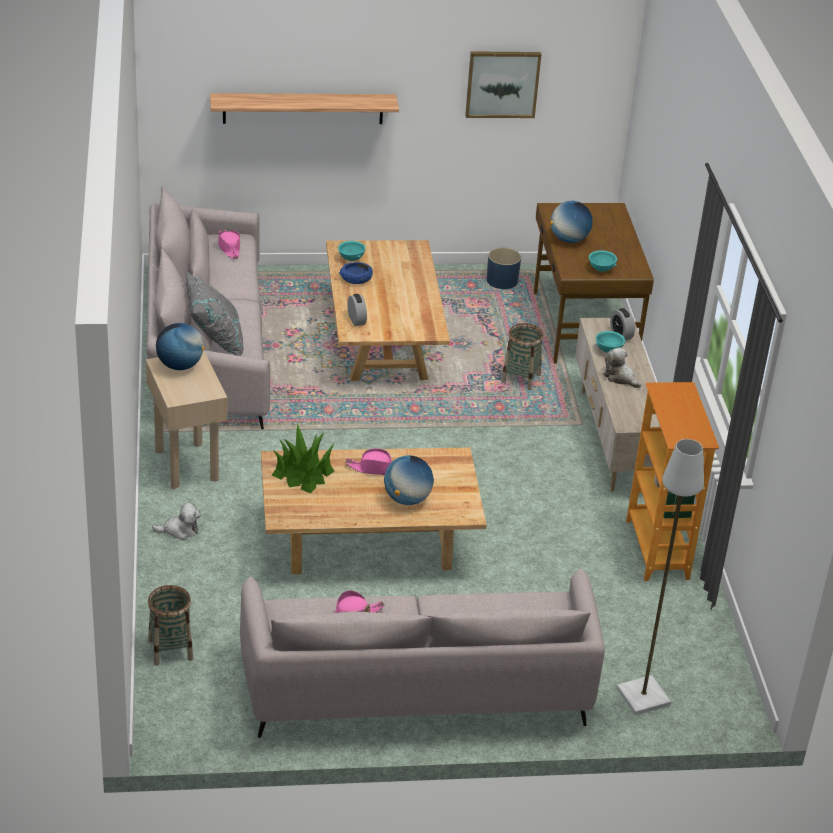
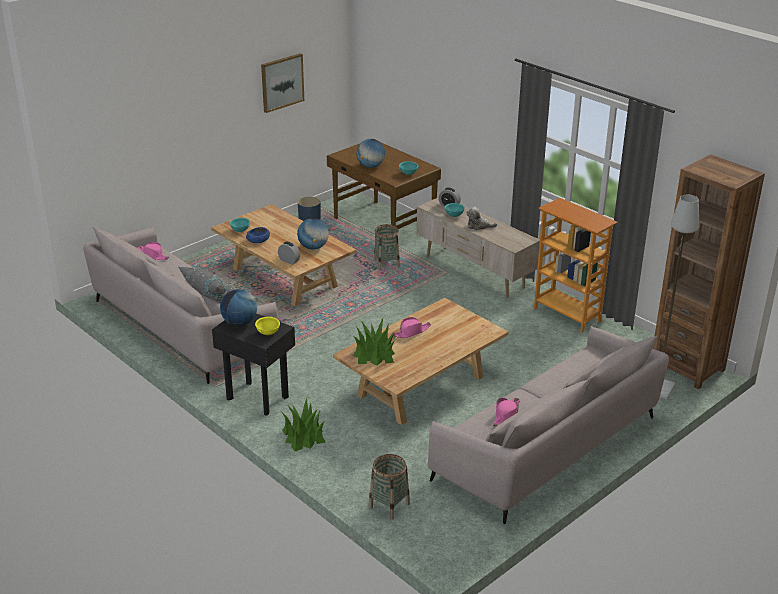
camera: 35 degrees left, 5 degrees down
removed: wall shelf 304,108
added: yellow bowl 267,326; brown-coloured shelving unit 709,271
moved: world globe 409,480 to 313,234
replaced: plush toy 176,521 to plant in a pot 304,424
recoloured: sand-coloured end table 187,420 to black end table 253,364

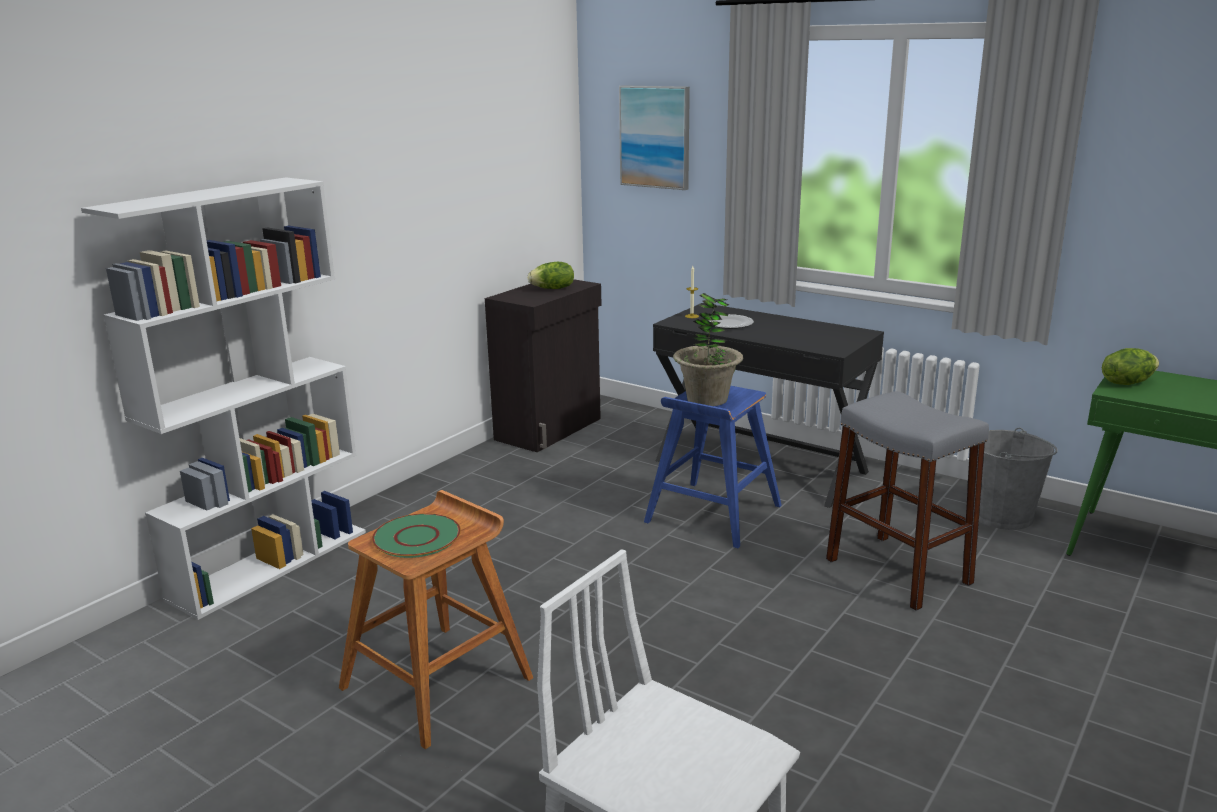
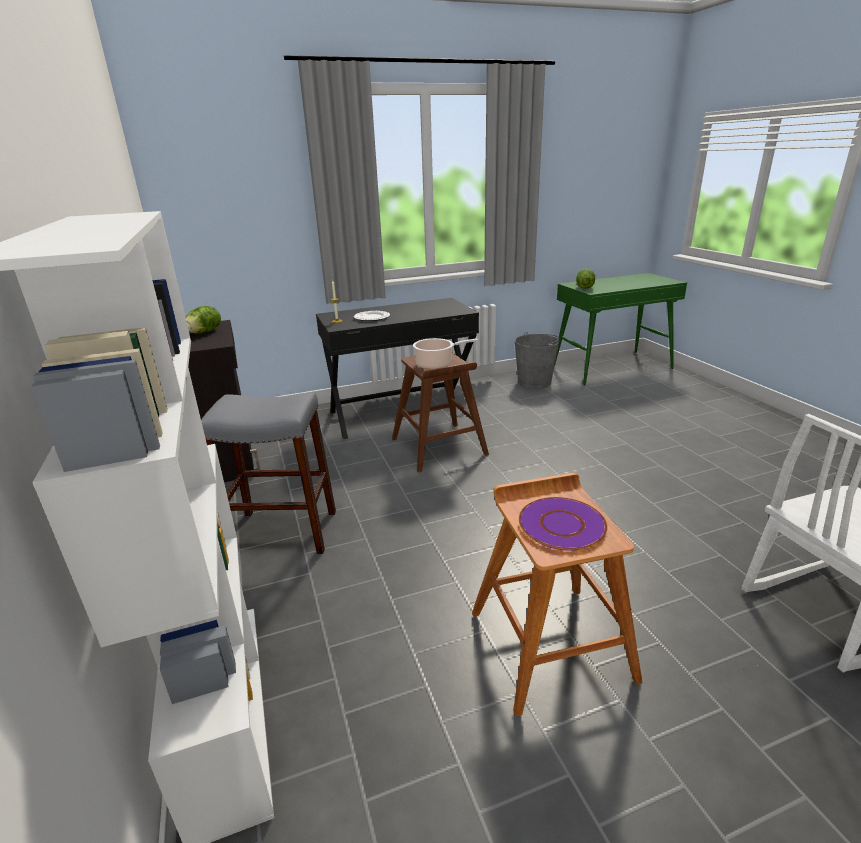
camera: 55 degrees left, 5 degrees up
removed: wall picture 654,137
moved: greyish stool seat 907,501 to 268,473
replaced: plant in a pot 708,349 to cooking pot 445,354
recoloured: blue stool seat 713,467 to brown-coloured stool seat 440,413; greenish flat dish 416,535 to purplish flat dish 563,524

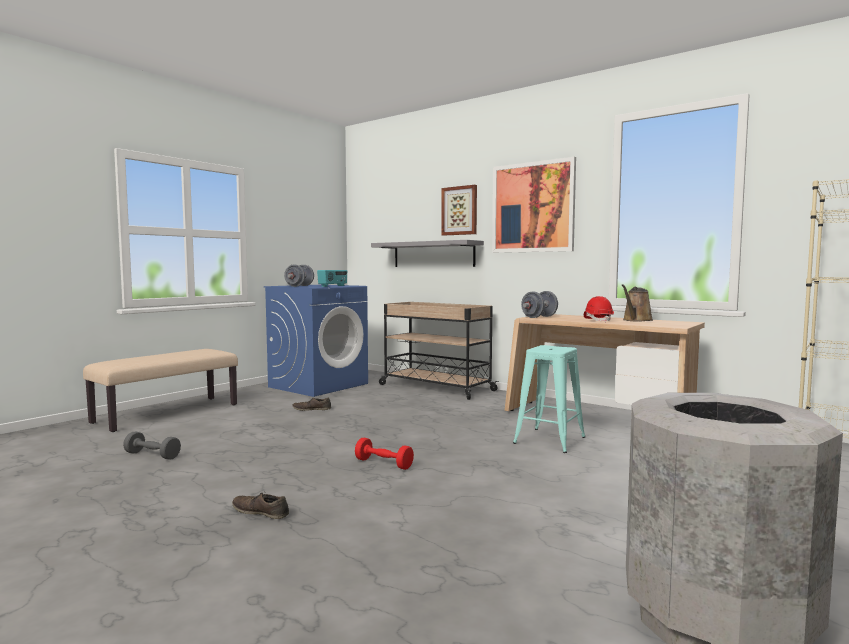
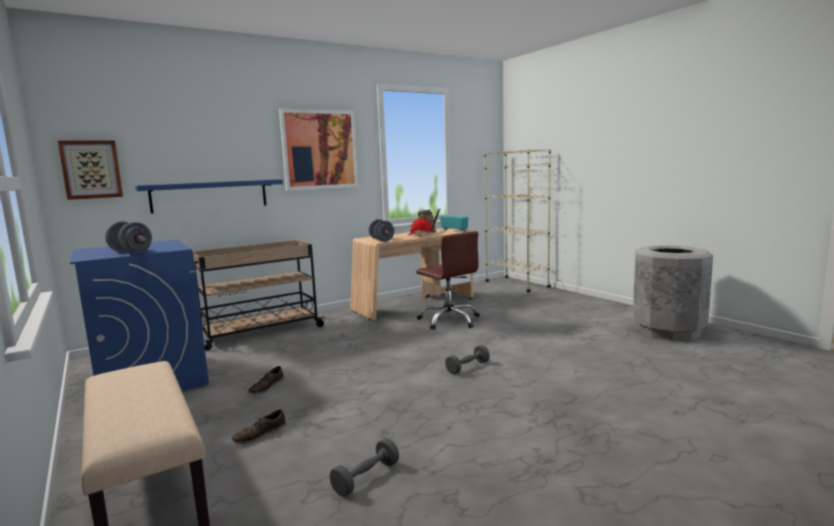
camera: 70 degrees left, 5 degrees up
moved: wall picture 459,210 to 90,170; brown-coloured item of footwear 260,506 to 259,426; radio set 332,278 to 454,223
replaced: turquoise stool seat 549,399 to brown-coloured office chair 448,280
recoloured: greyish wall shelf 427,253 to blue wall shelf 209,196; red-coloured hand weight 384,454 to greyish hand weight 467,359

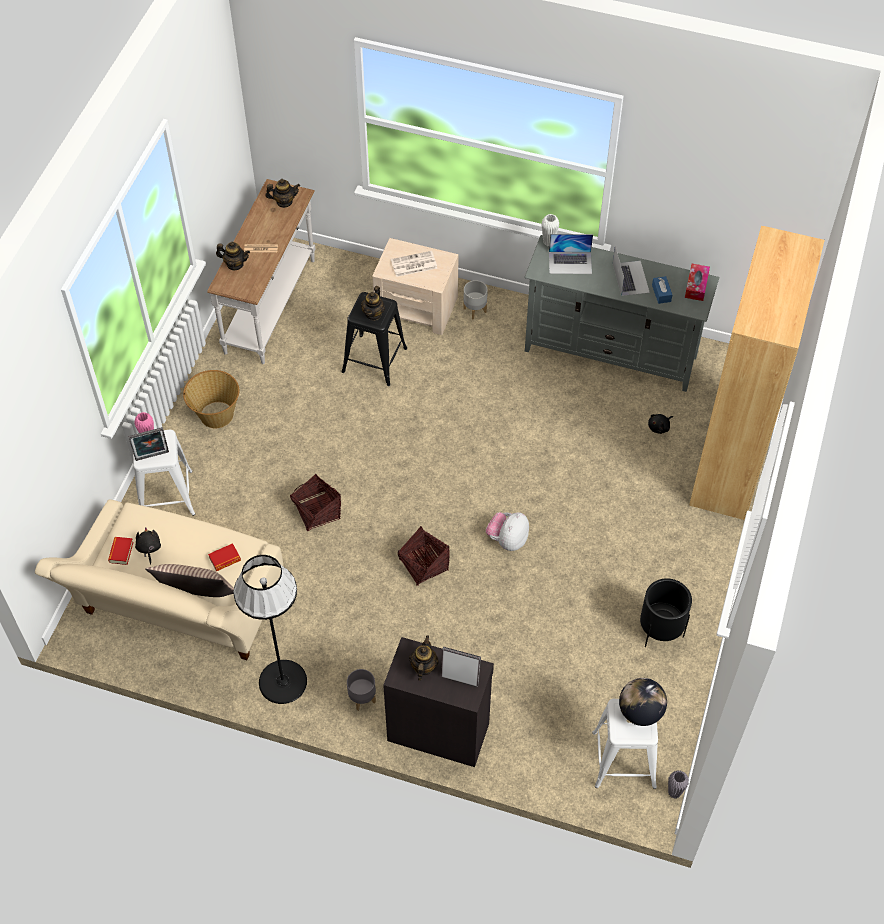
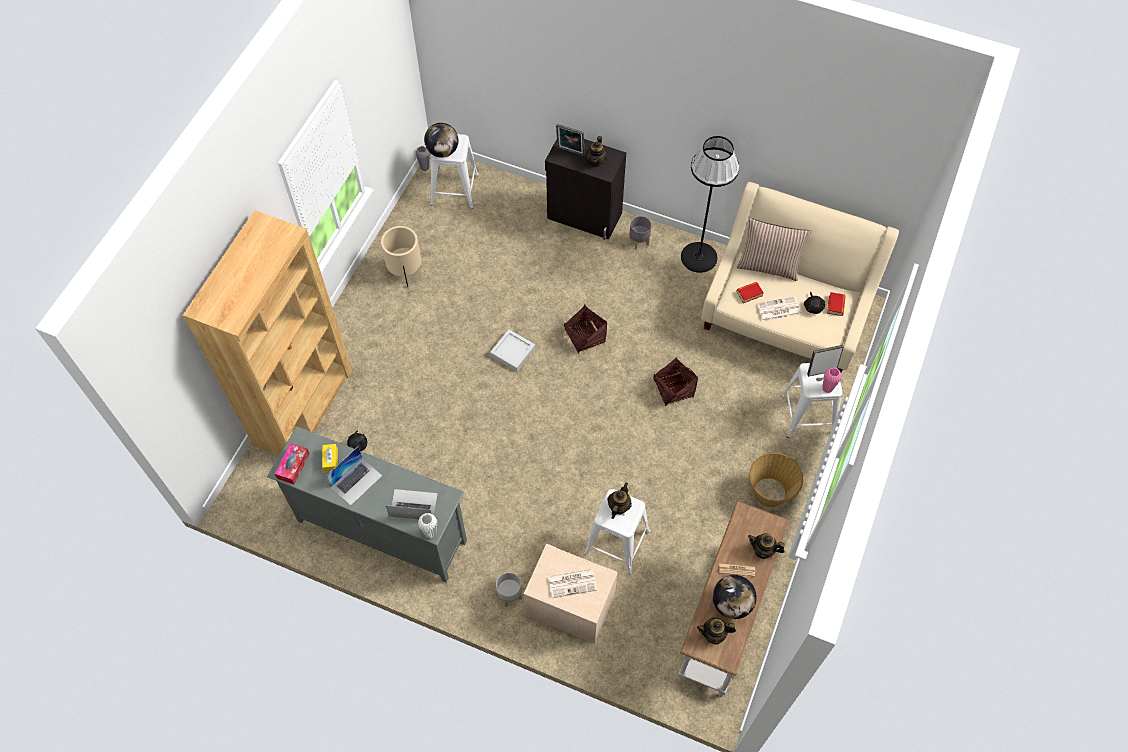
camera: 175 degrees left, 5 degrees up
added: world globe 735,597; newspaper 779,309
replaced: plush toy 507,531 to greyish carrying tray 512,350
recoloured: blue tissue holder 662,290 to yellow tissue holder 330,458; black planter 666,612 to sand-coloured planter 401,256; black stool seat 374,339 to whitish stool seat 617,531
turned: laptop 631,271 = 354,475 135 degrees counterclockwise

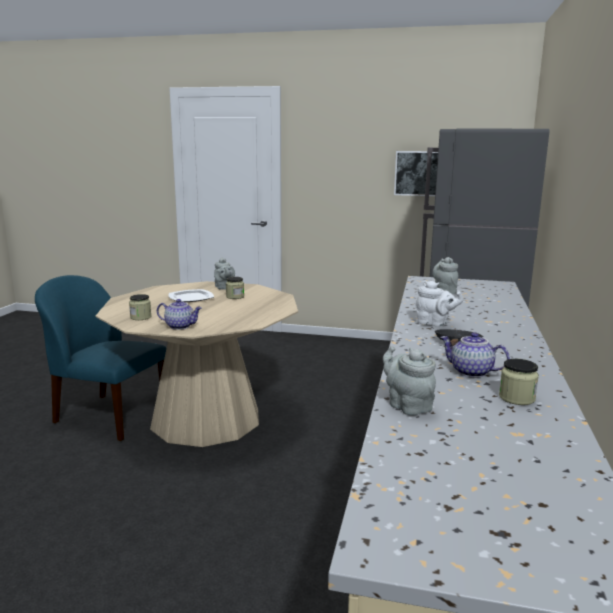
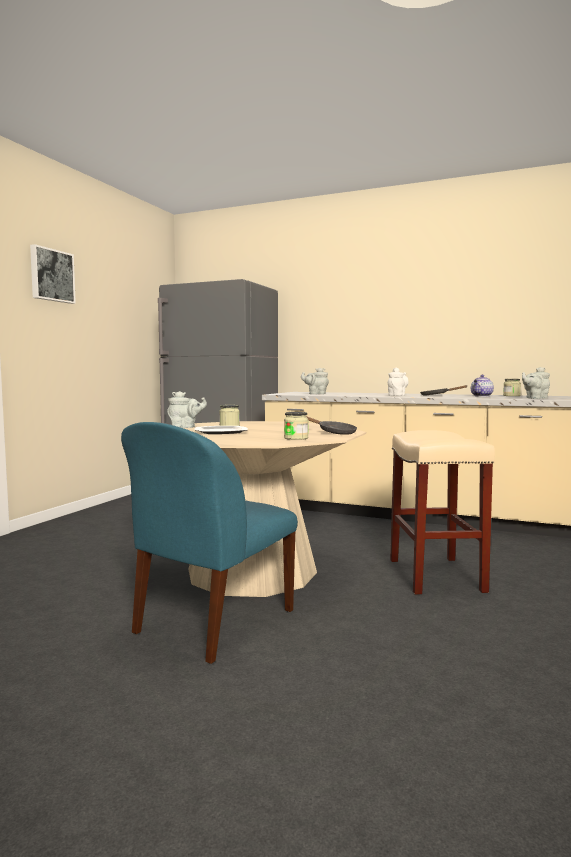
camera: 80 degrees left, 10 degrees down
added: sand-coloured stool seat 442,512
moved: wall picture 416,173 to 53,274
replaced: teapot 179,314 to black pan 331,425

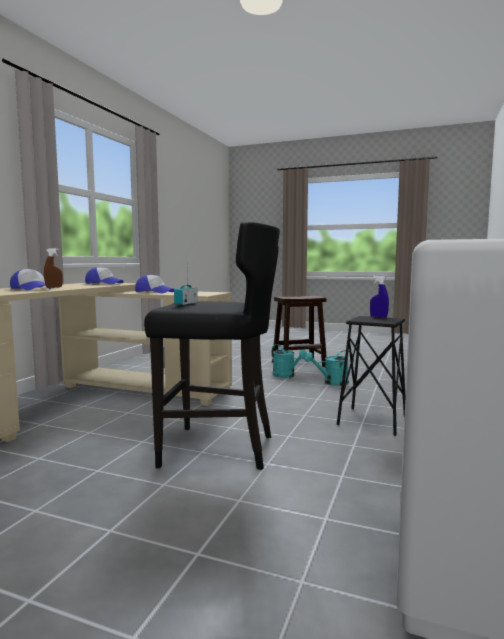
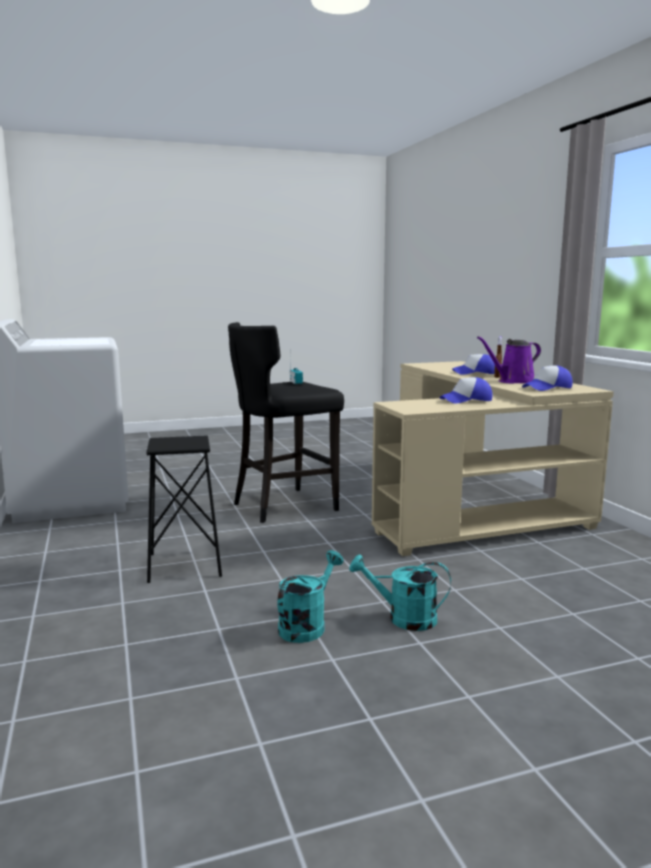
camera: 140 degrees right, 5 degrees up
removed: brown-coloured stool seat 299,331; blue hand sprayer 379,296
added: purplish watering pot 509,359

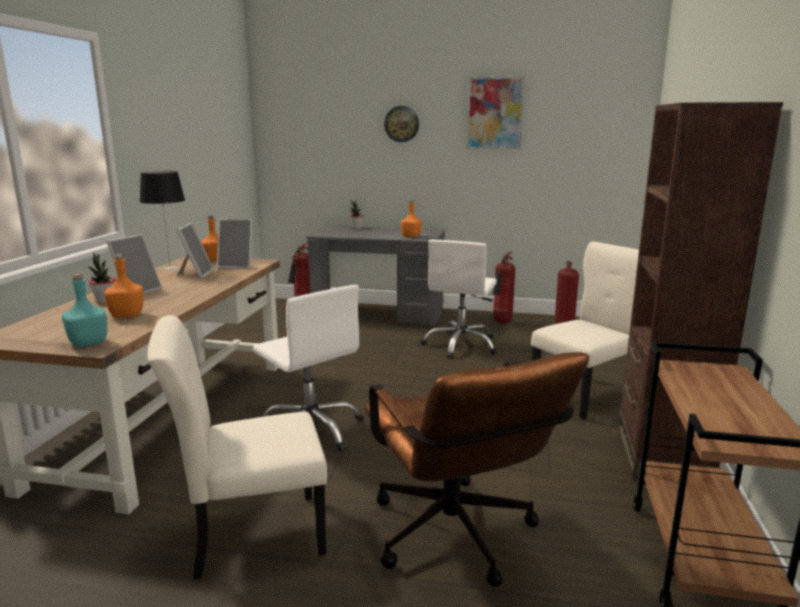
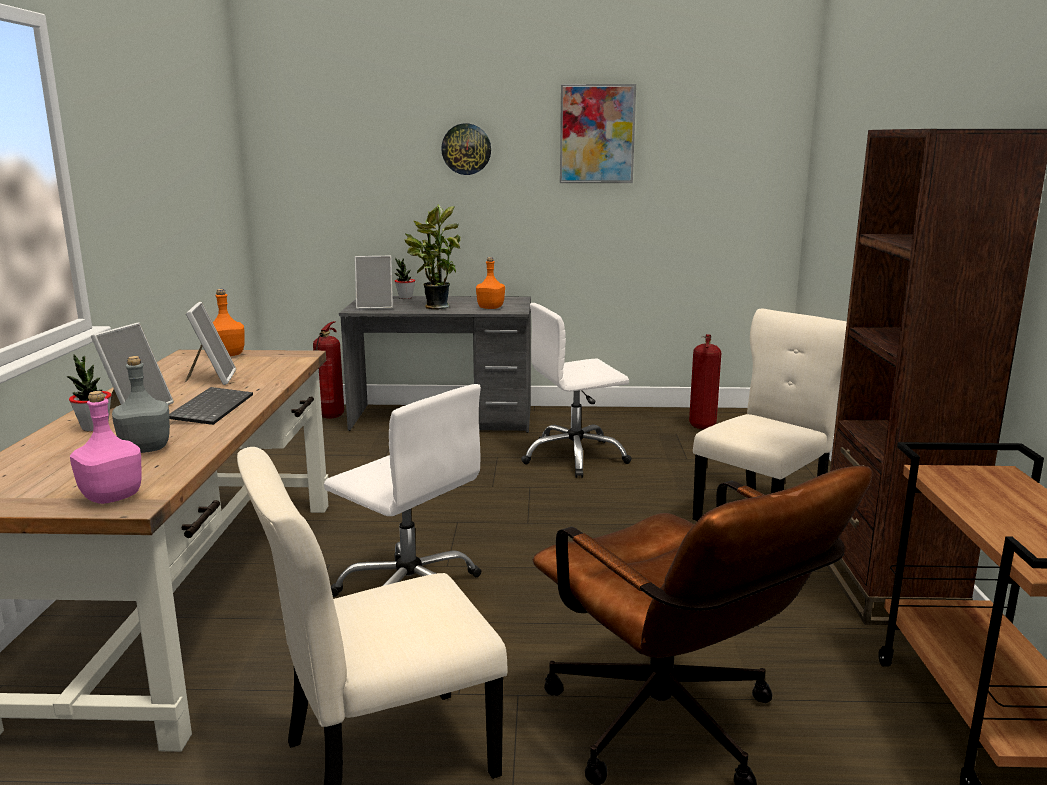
camera: 10 degrees left, 0 degrees up
removed: tabletop lamp 162,220; fire-fighting cylinder 503,287
added: PC keyboard 211,406; plant in a pot 432,257
moved: photo frame 234,244 to 374,283
recoloured: turquoise bottle 84,310 to pink bottle 106,447; orange bottle 123,286 to greyish bottle 141,404
turned: whitish office chair 458,299 = 576,390 60 degrees clockwise

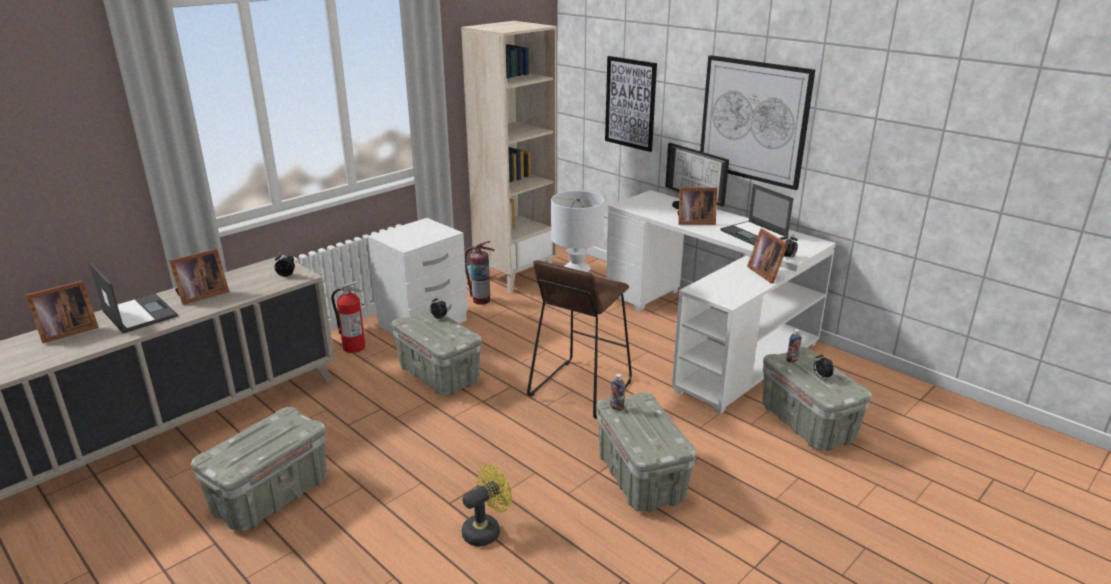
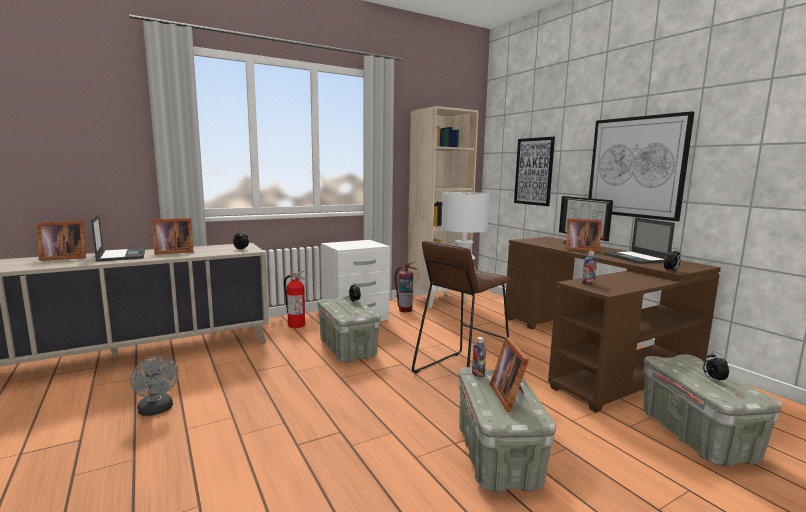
camera: 15 degrees right, 15 degrees down
removed: yellow cooling fan 487,505
moved: photo frame 767,256 to 509,374; bottle 794,346 to 589,268
replaced: greyish storage bin 259,469 to greyish cooling fan 154,386
recoloured: whitish desk 721,302 to brown-coloured desk 613,325

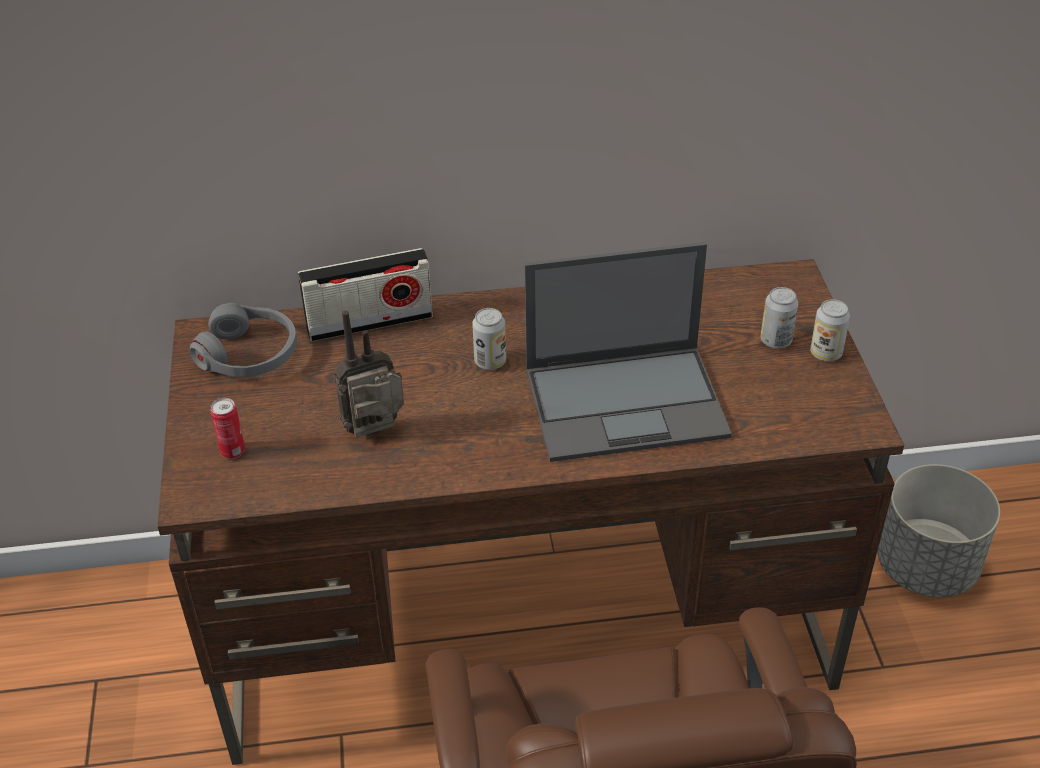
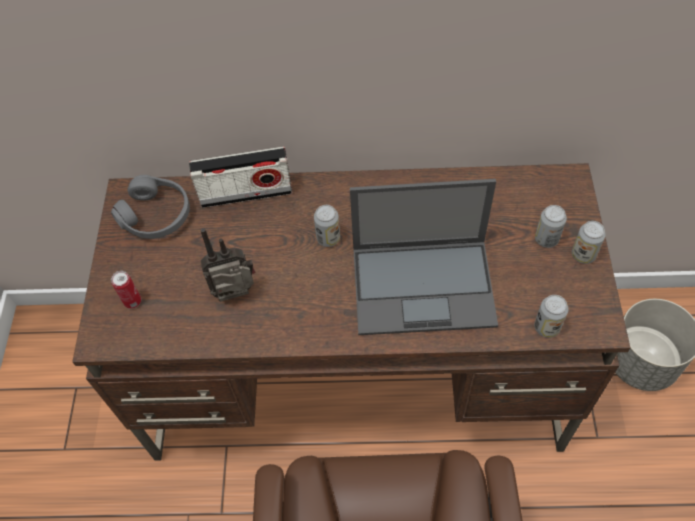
camera: 10 degrees right, 15 degrees up
added: sealed can 551,316

